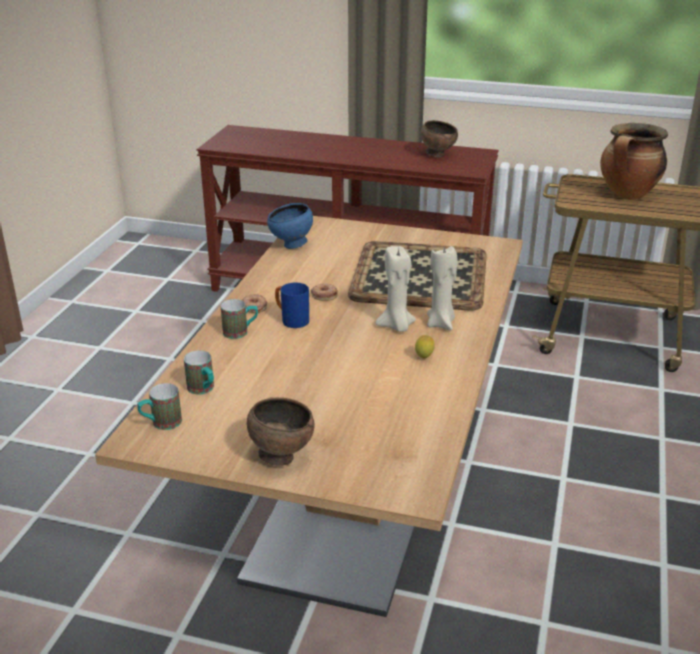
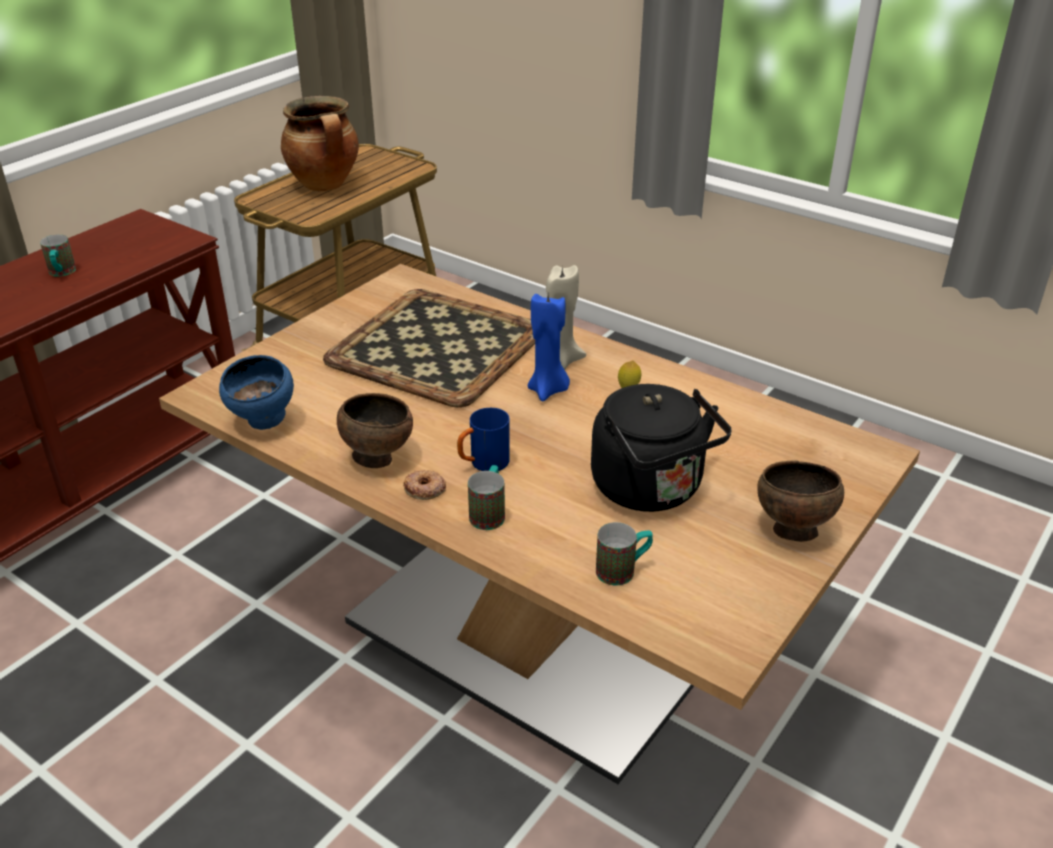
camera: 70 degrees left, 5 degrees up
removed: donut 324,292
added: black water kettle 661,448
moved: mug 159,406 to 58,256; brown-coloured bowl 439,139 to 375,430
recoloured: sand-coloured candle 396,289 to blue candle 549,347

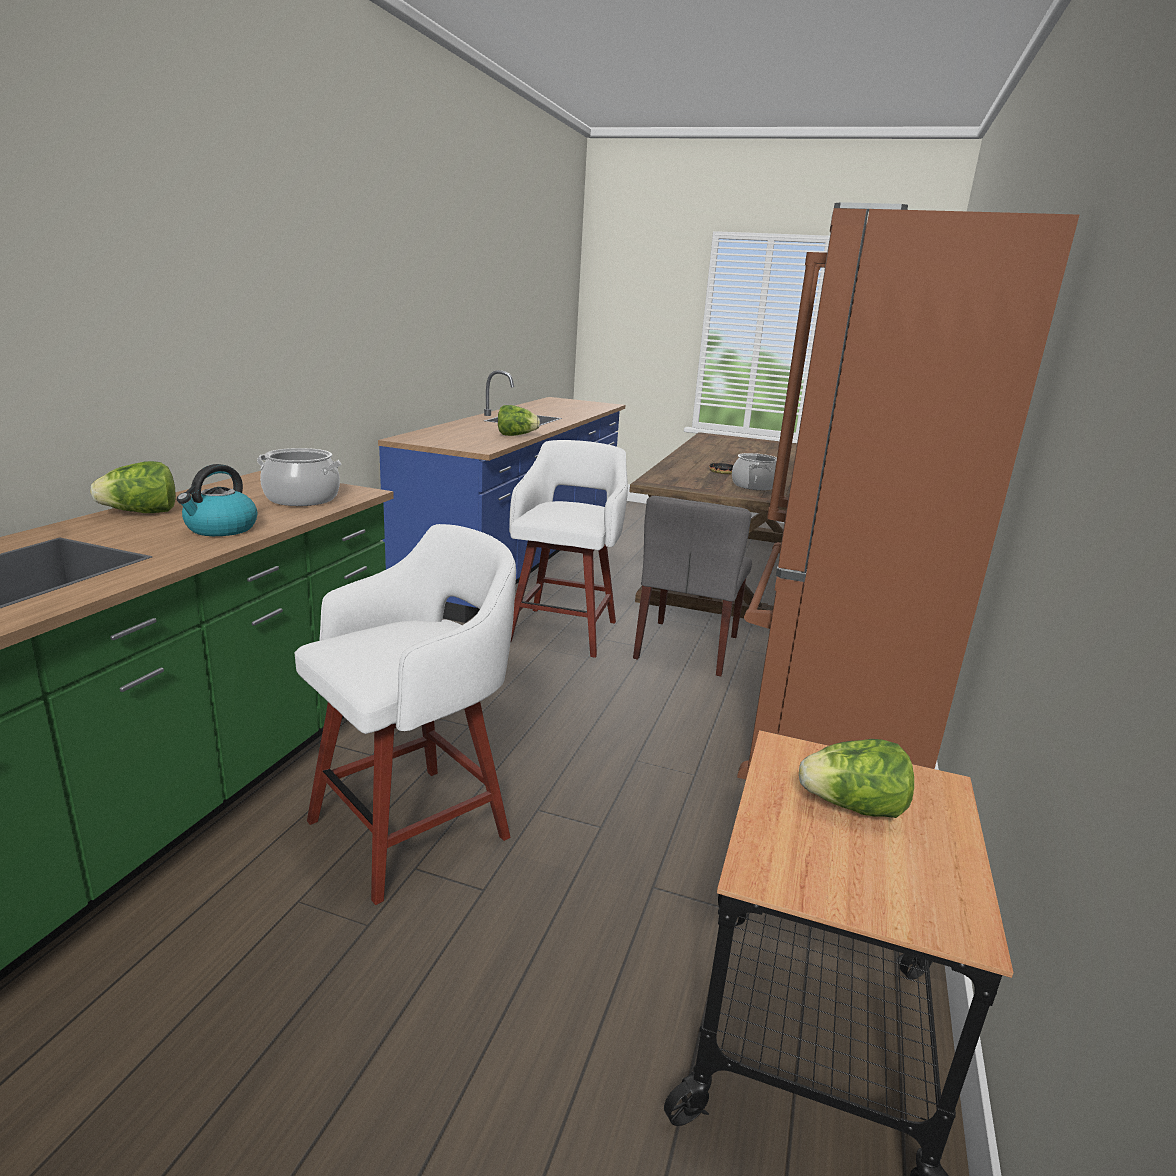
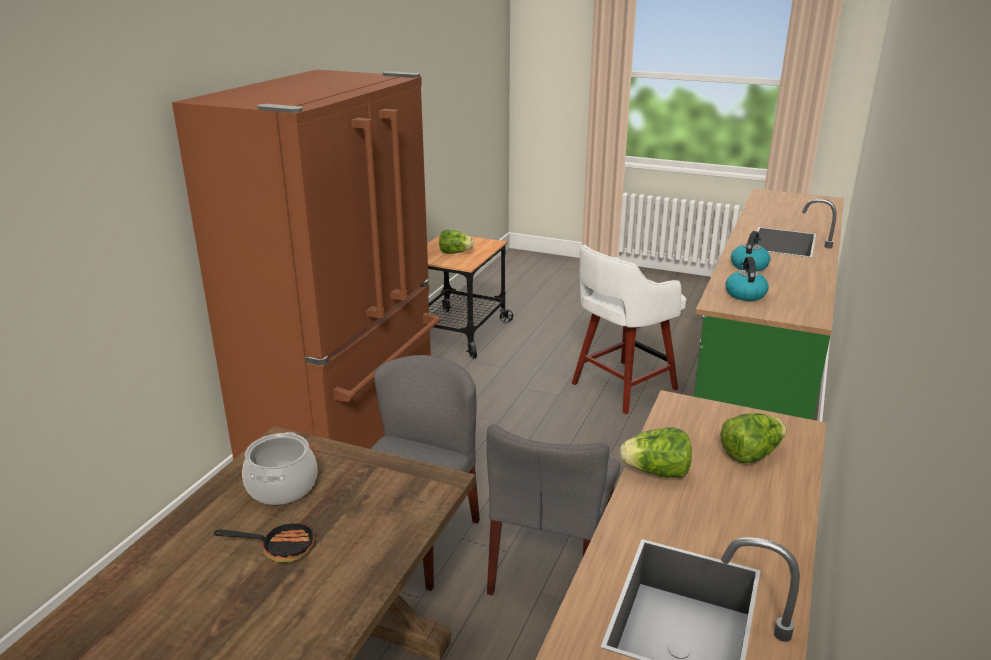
camera: 175 degrees left, 5 degrees up
moved: lettuce 133,487 to 753,438
replaced: whitish stool seat 568,549 to greyish chair 553,509; cooking pot 299,477 to water kettle 747,279

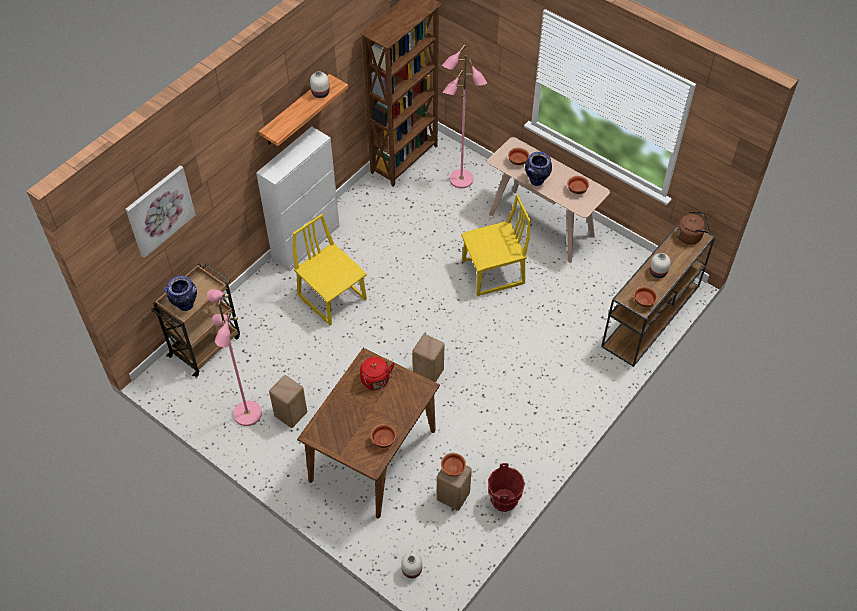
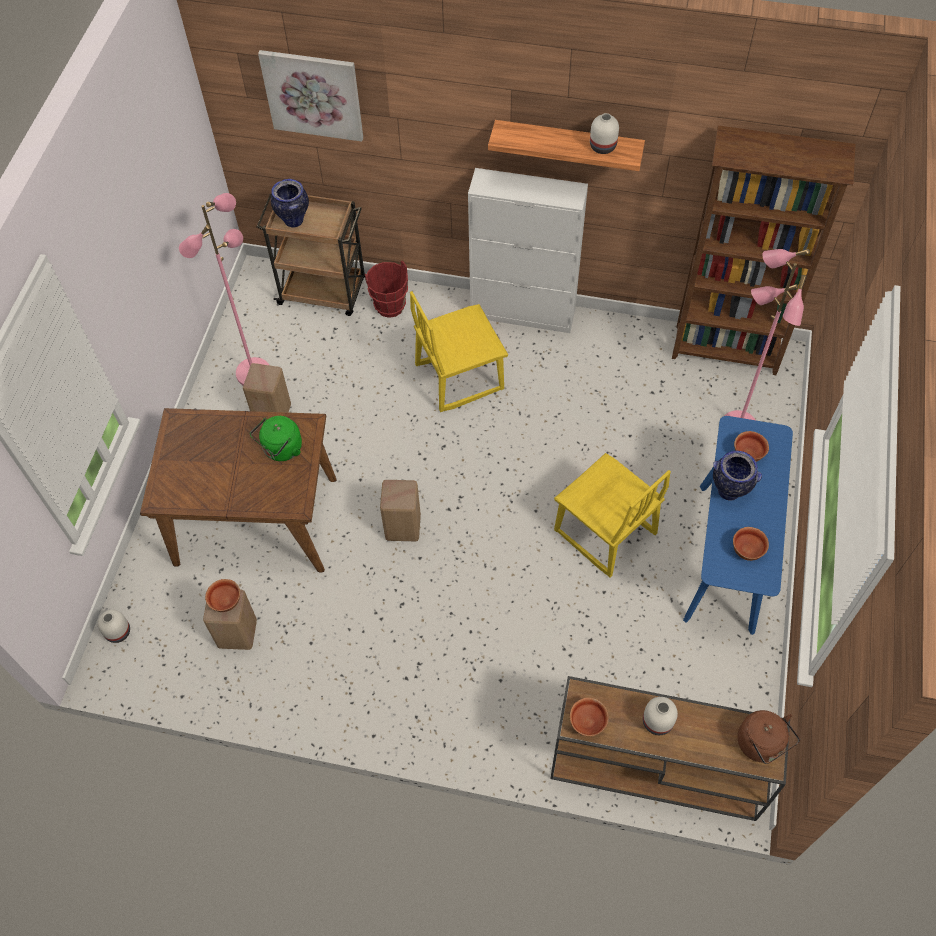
camera: 65 degrees right, 5 degrees up
removed: bowl 383,436
moved: red-coloured water bucket 506,487 to 386,289
recoloured: red-coloured water kettle 377,373 to greenish water kettle 276,438; sand-coloured narrow table 548,200 to blue narrow table 738,525
turned: yellow chair 330,270 = 459,351 135 degrees counterclockwise

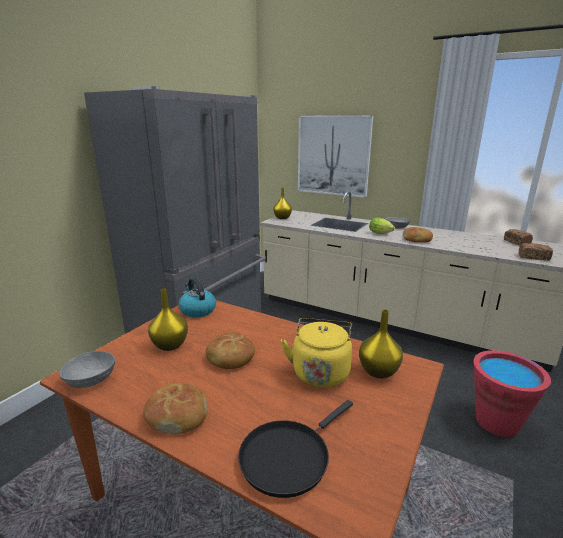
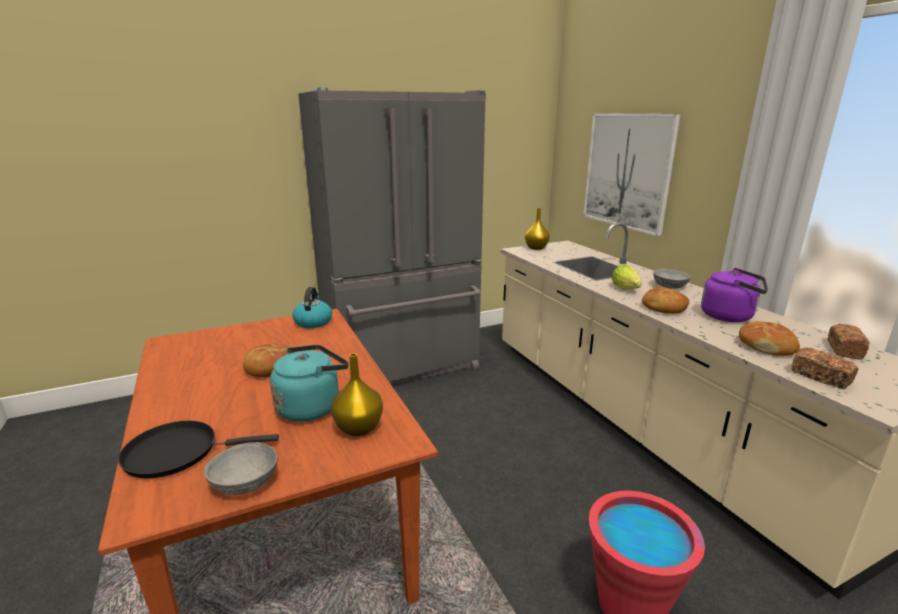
camera: 35 degrees right, 0 degrees up
removed: yellow flower vase 168,320
added: purplish water kettle 734,295
moved: greyish bowl 87,369 to 240,468; bakery bread 175,408 to 769,338
recoloured: yellow water kettle 316,353 to turquoise water kettle 309,383

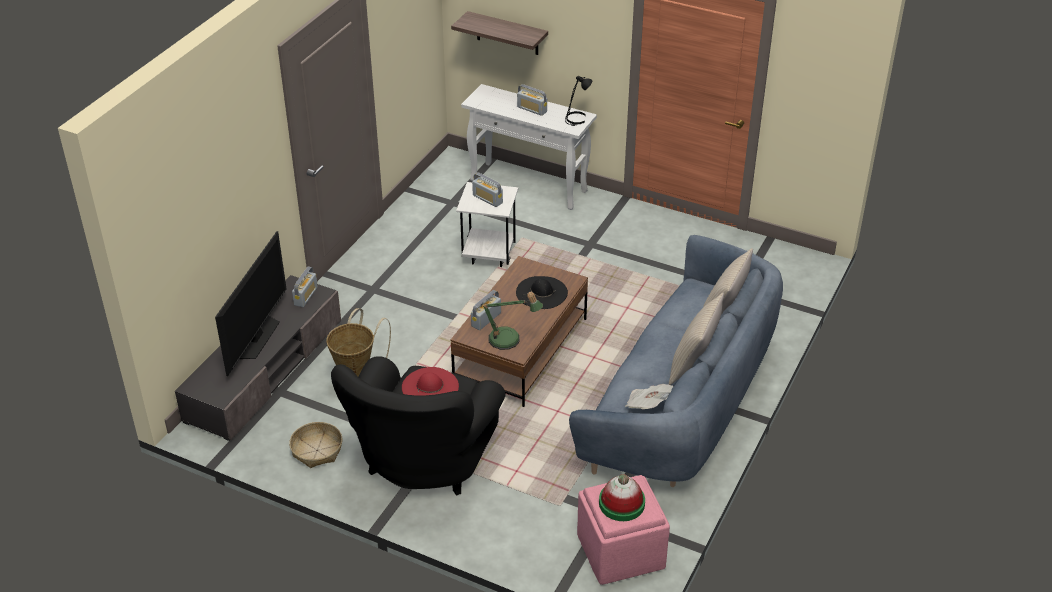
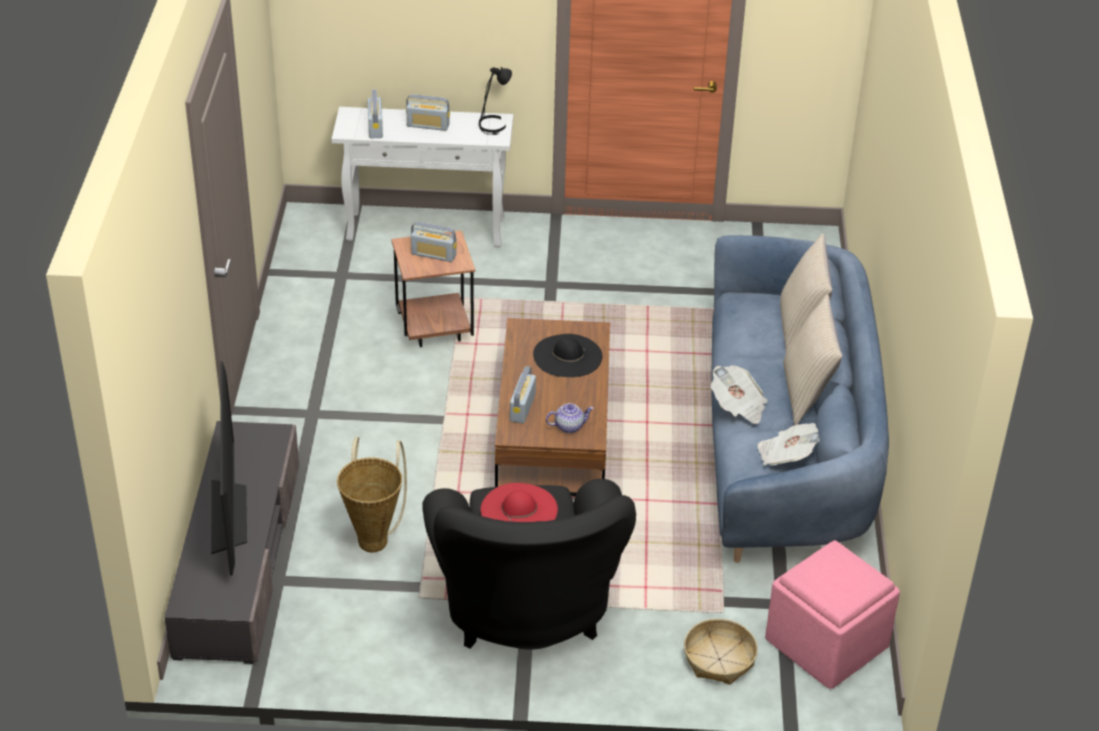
camera: 25 degrees left, 0 degrees up
removed: wall shelf 499,33; wearable hat 622,497
added: newspaper 739,394
moved: radio set 305,286 to 375,114; household basket 315,445 to 721,652
replaced: tabletop lamp 512,321 to teapot 570,418
recoloured: whitish end table 487,224 to brown-coloured end table 433,288

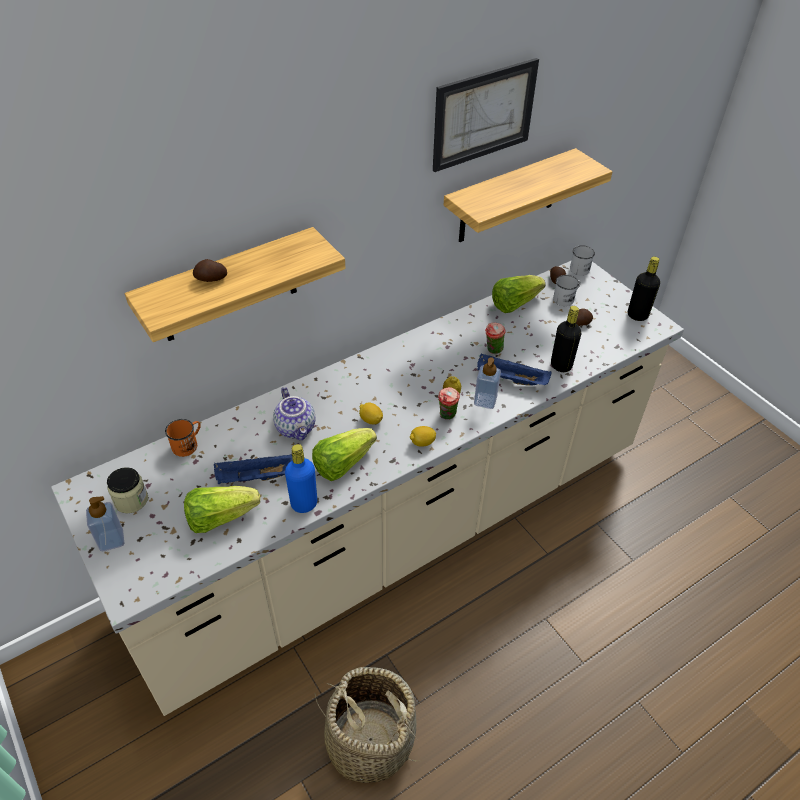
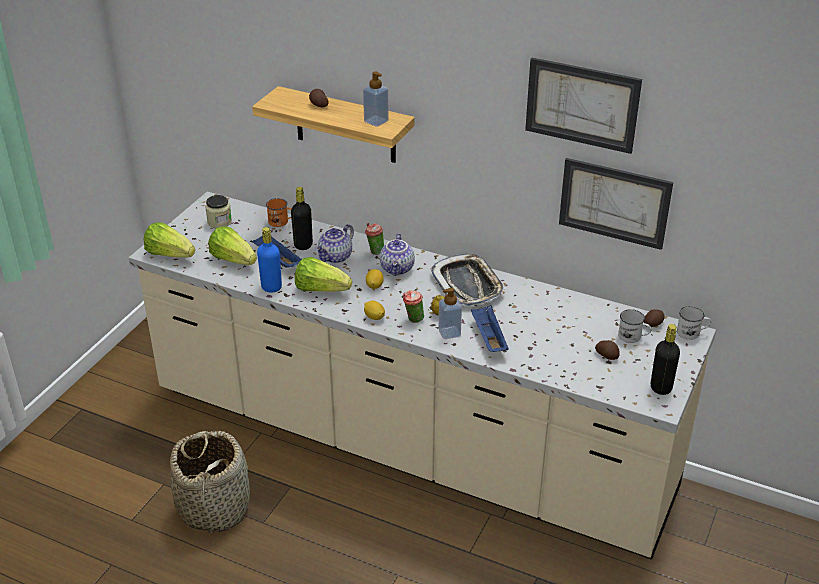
camera: 60 degrees right, 10 degrees down
added: teapot 397,254; carrying tray 468,280
moved: lettuce 519,294 to 169,240; black bottle 566,339 to 302,218; soap dispenser 105,523 to 376,99; cup 495,338 to 374,239
replaced: wall shelf 528,195 to wall picture 616,204

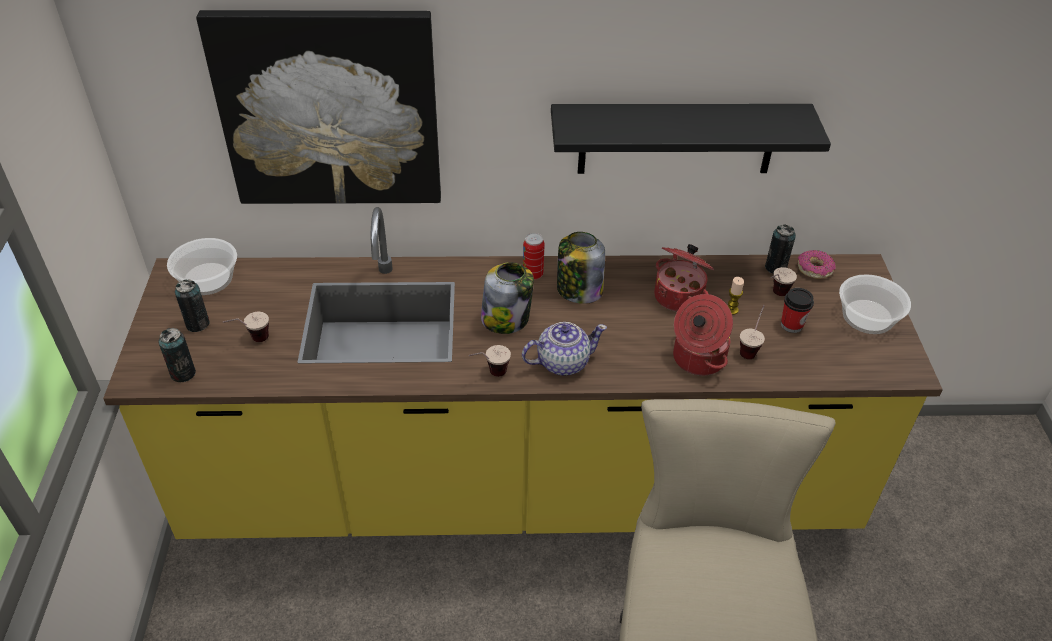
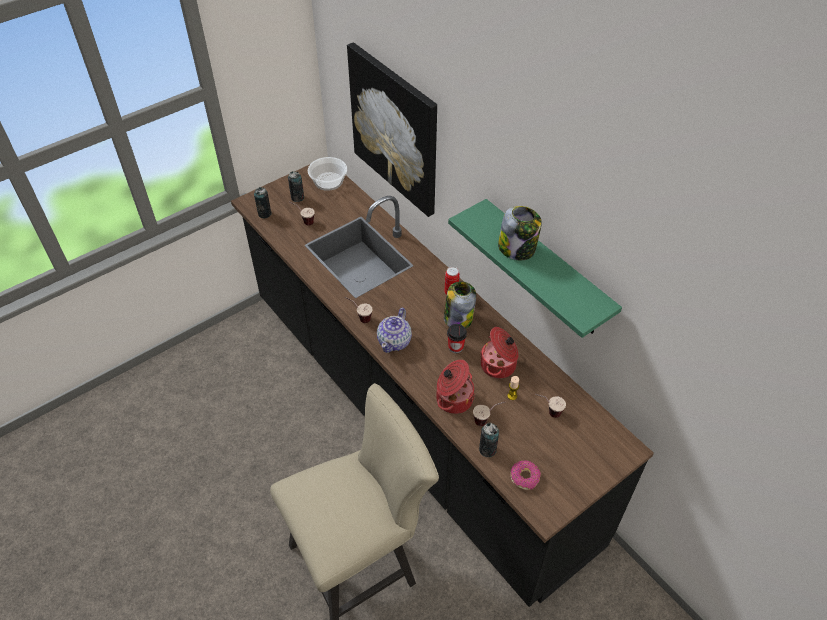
camera: 55 degrees right, 5 degrees up
removed: bowl 875,304
moved: cup 797,310 to 457,338; sealed can 780,249 to 489,440; jar 507,298 to 520,233; donut 817,264 to 525,475
recoloured: yellow kitchen counter 523,373 to black kitchen counter 442,386; black wall shelf 691,139 to greenish wall shelf 535,268
turned: teapot 564,349 = 394,330 75 degrees clockwise

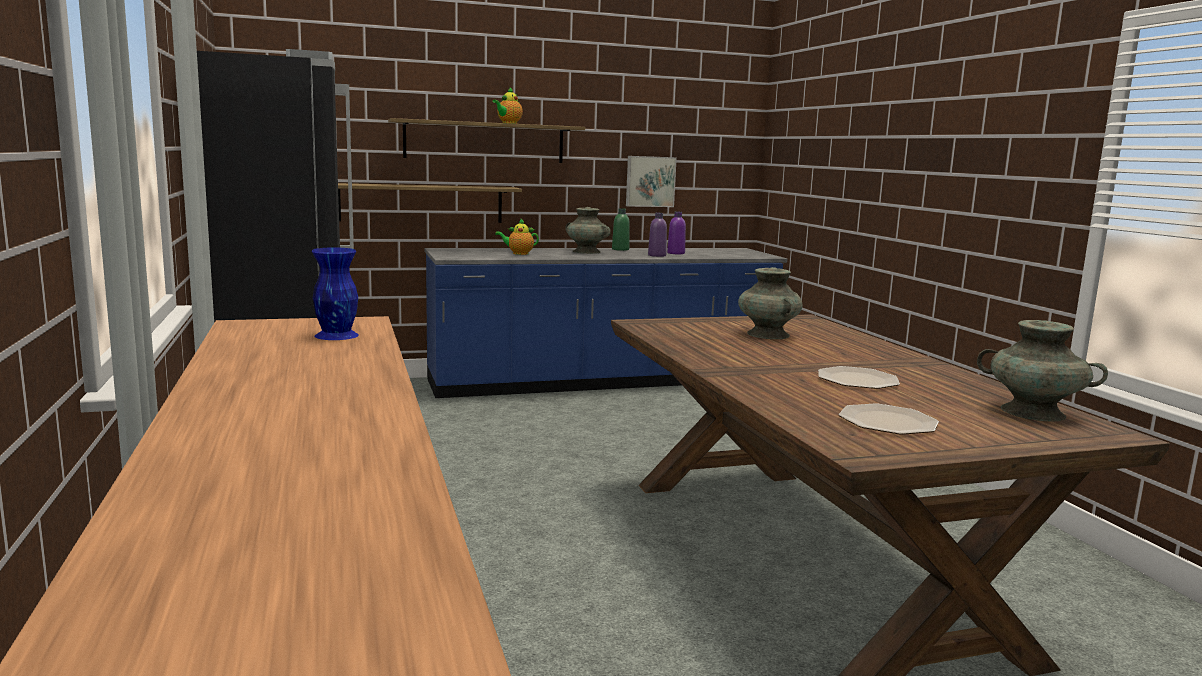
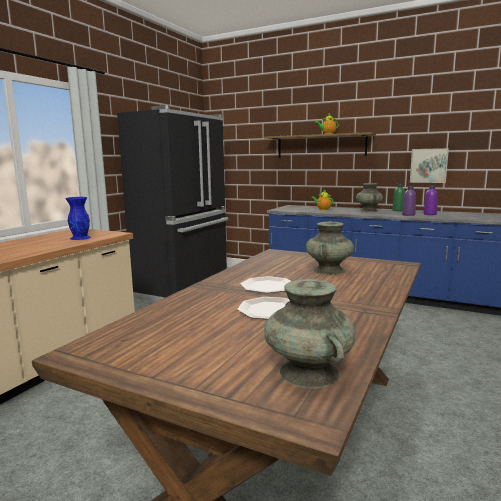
camera: 45 degrees right, 0 degrees up
removed: wall shelf 430,203
moved: flat dish 889,419 to 265,284

